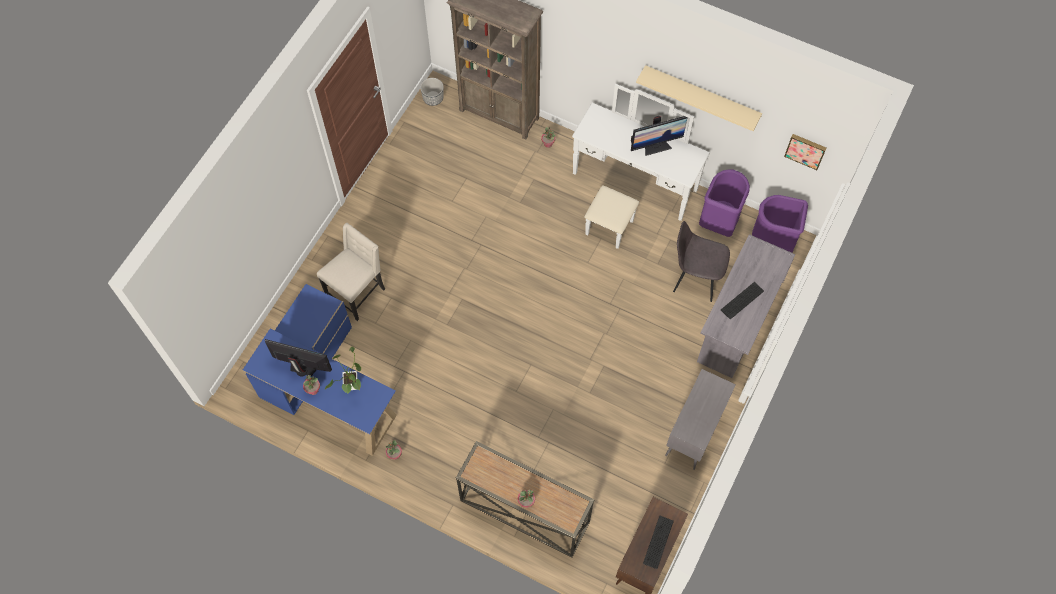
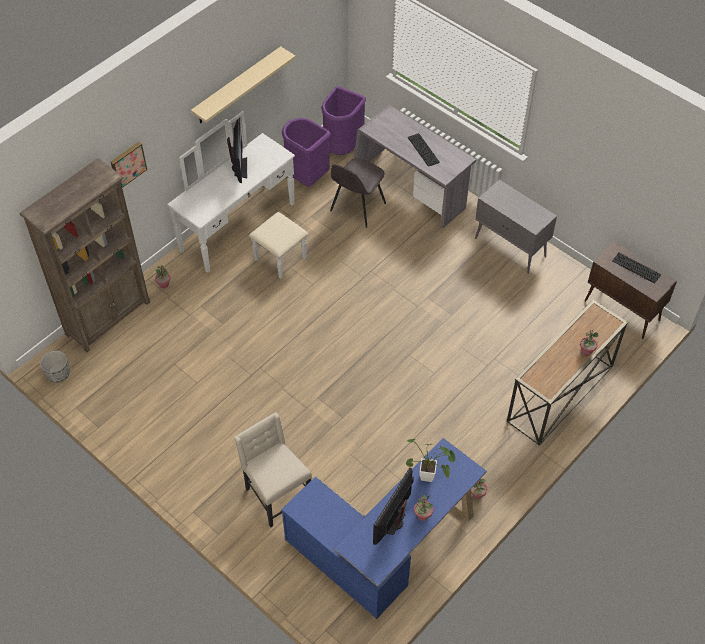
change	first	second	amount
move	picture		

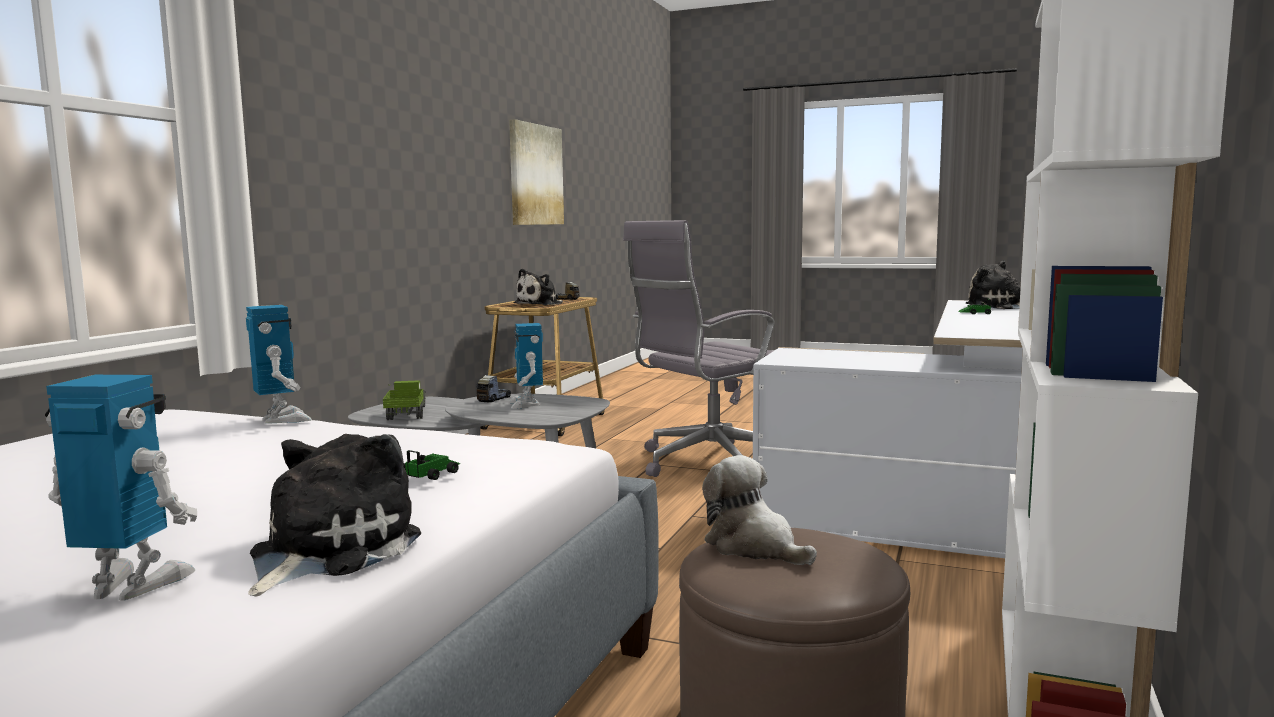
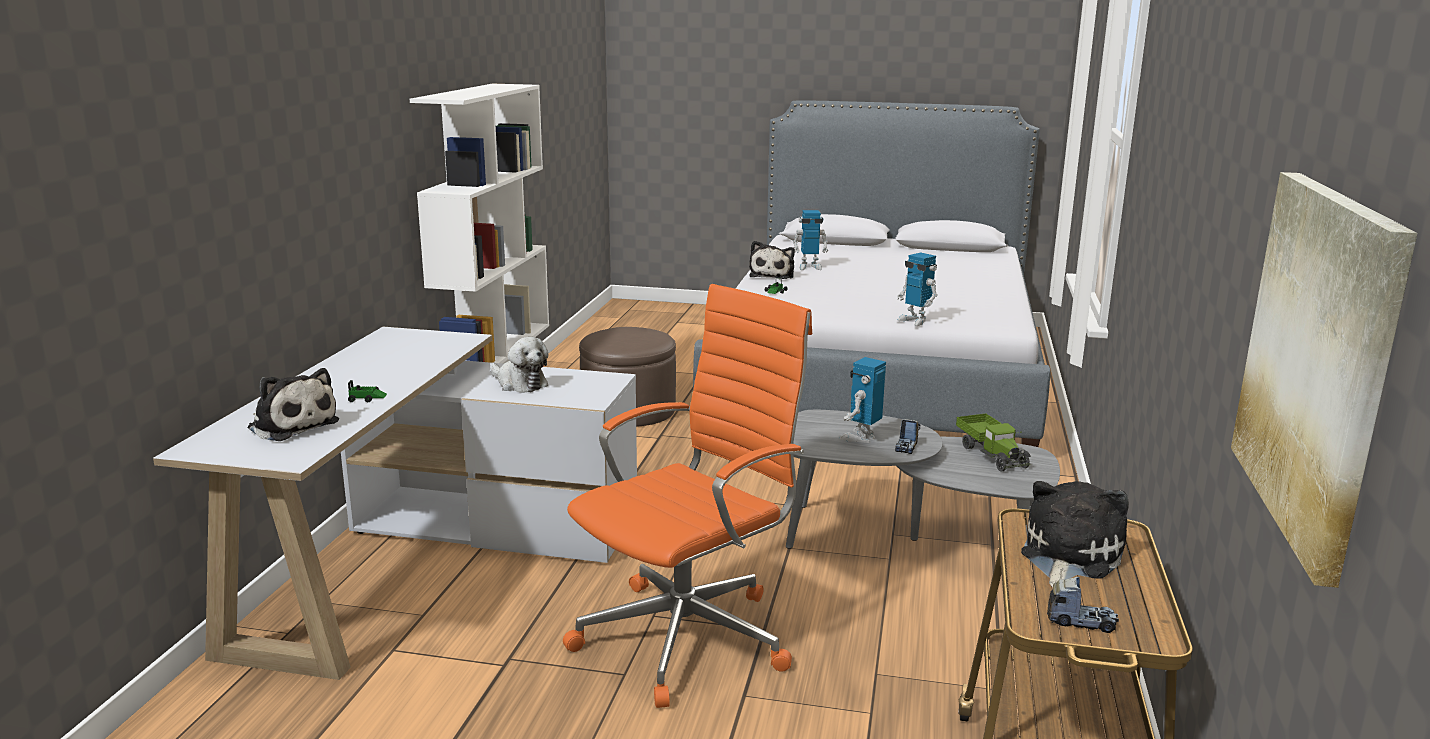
change	first	second	amount
recolor	office chair (grey)	office chair (orange)	
rotate	toy robot (3rd from left in the first image)	toy robot (2nd from left)	120 degrees counterclockwise
move	plush toy (3rd from left in the first image)	plush toy (2nd from left)	

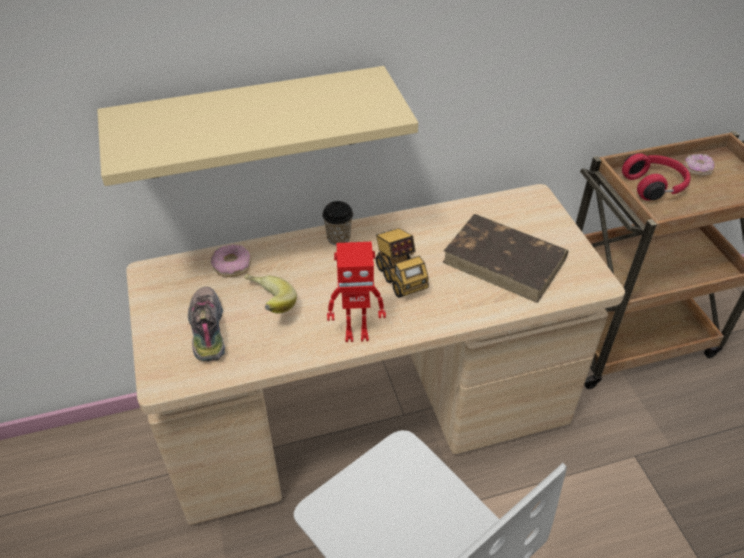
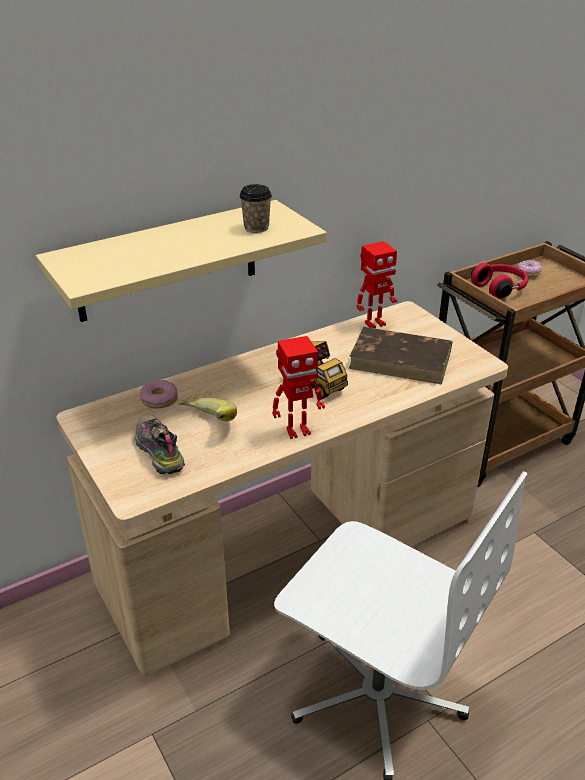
change	first	second	amount
move	cup		
insert		toy robot (2nd from left)	

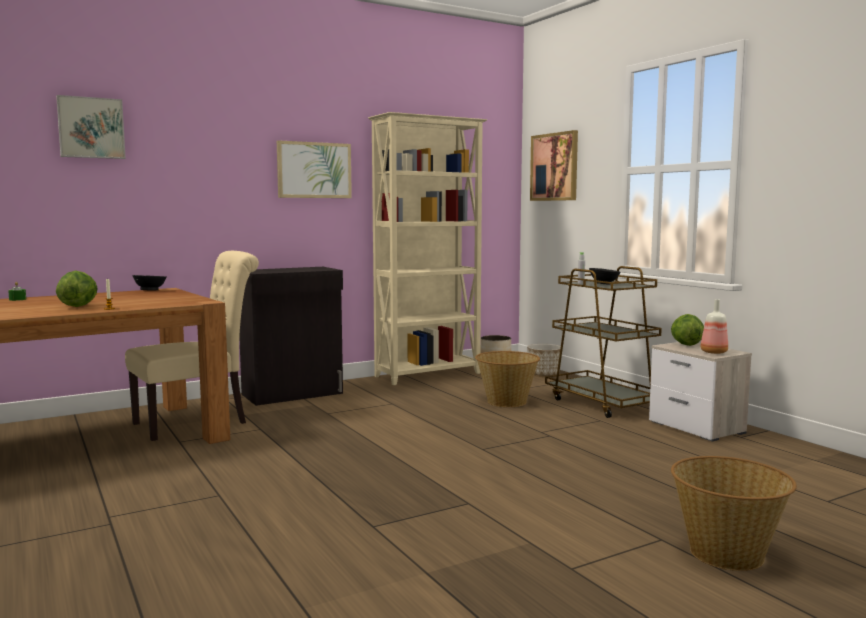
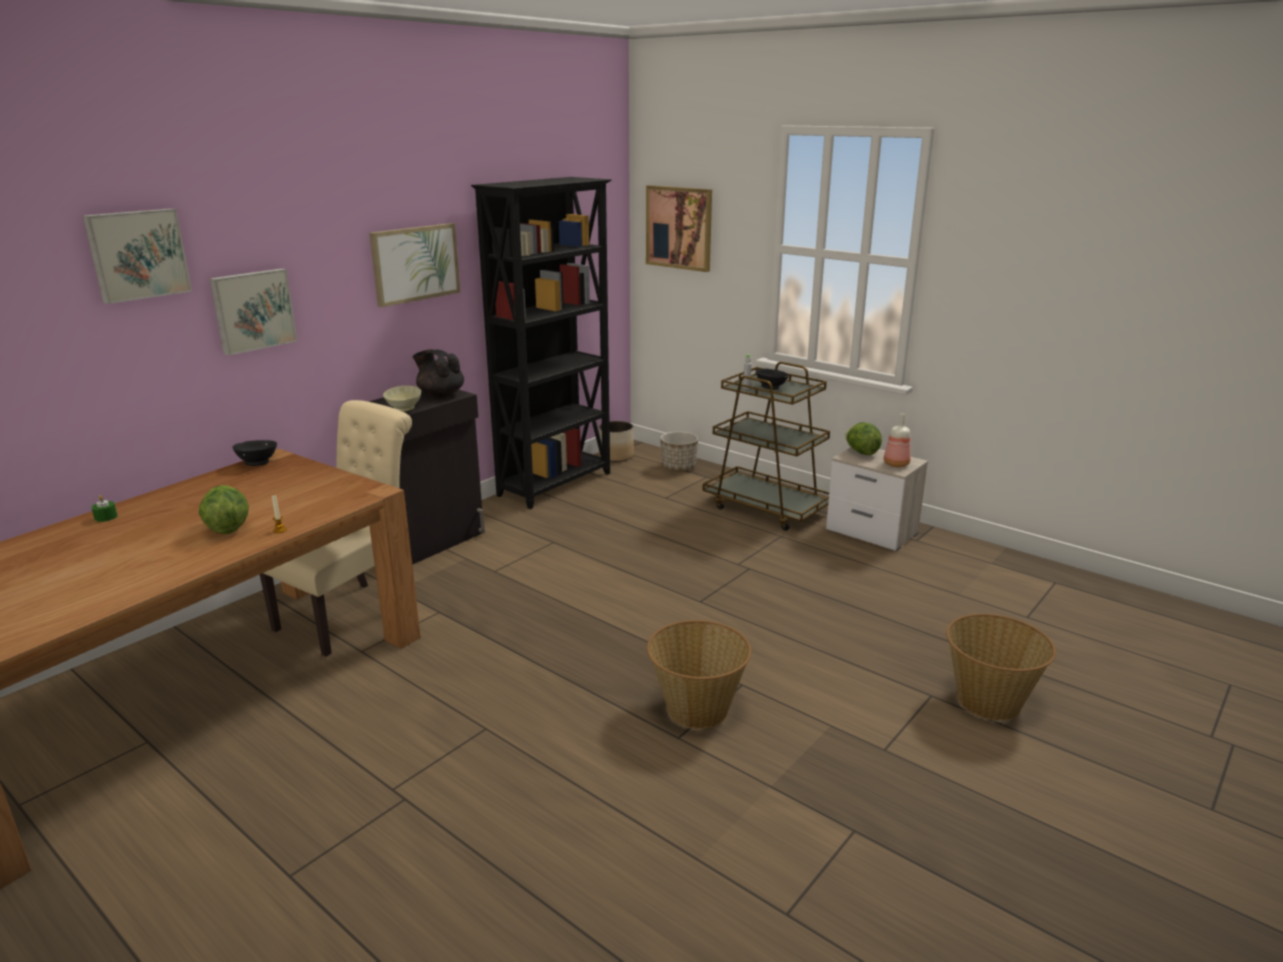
change	first	second	amount
recolor	bookcase (beige)	bookcase (black)	
move	basket (1st from left)		
insert		picture (2nd from left)	
insert		teapot (black)	
insert		bowl (beige)	

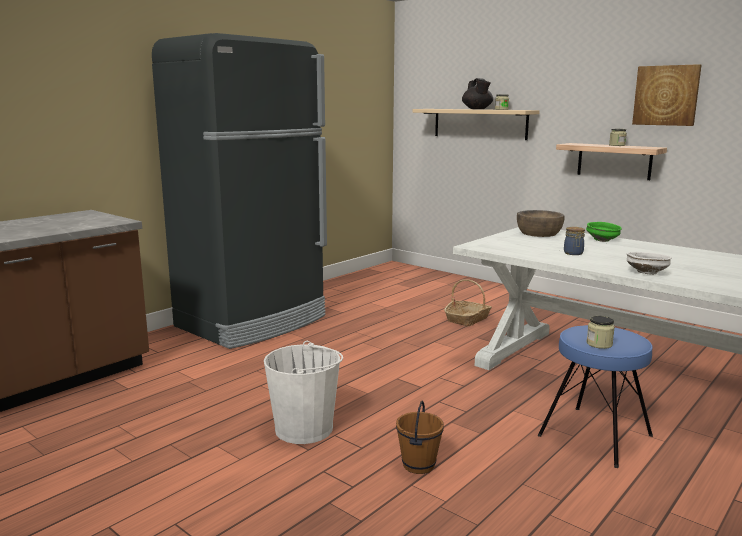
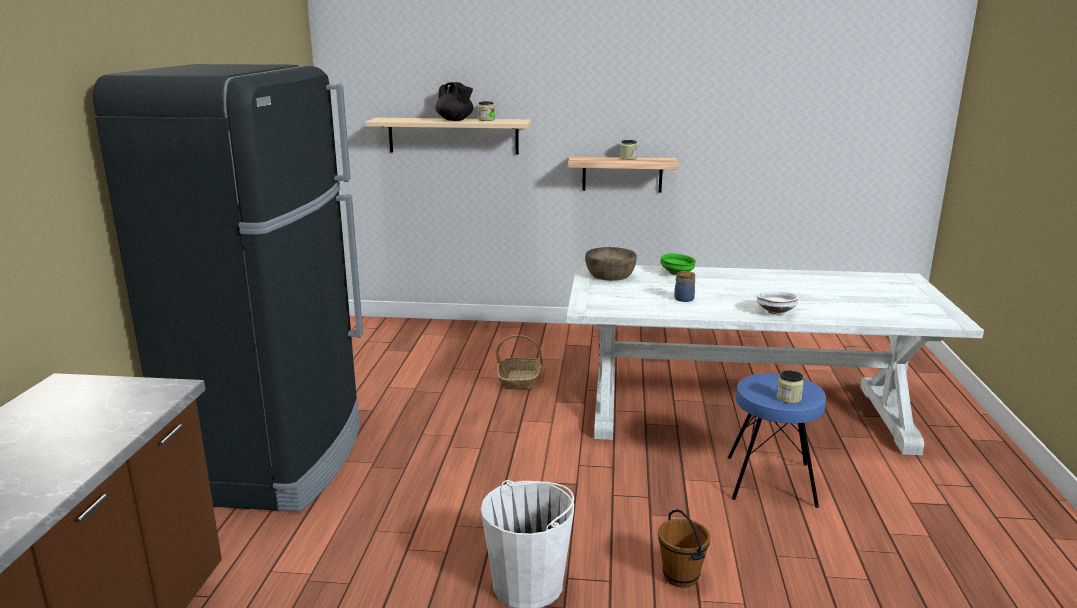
change	first	second	amount
delete	picture		

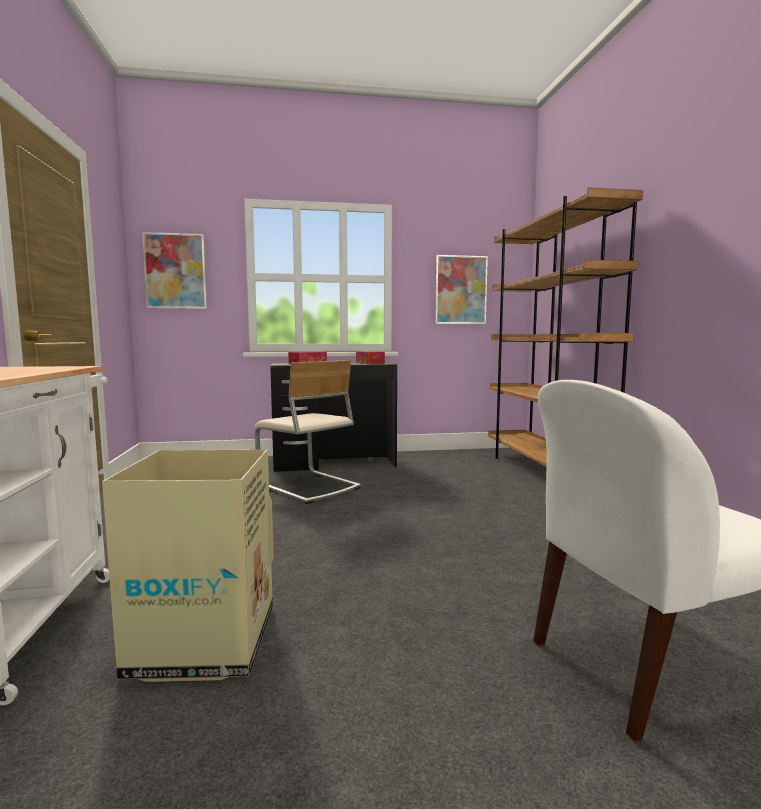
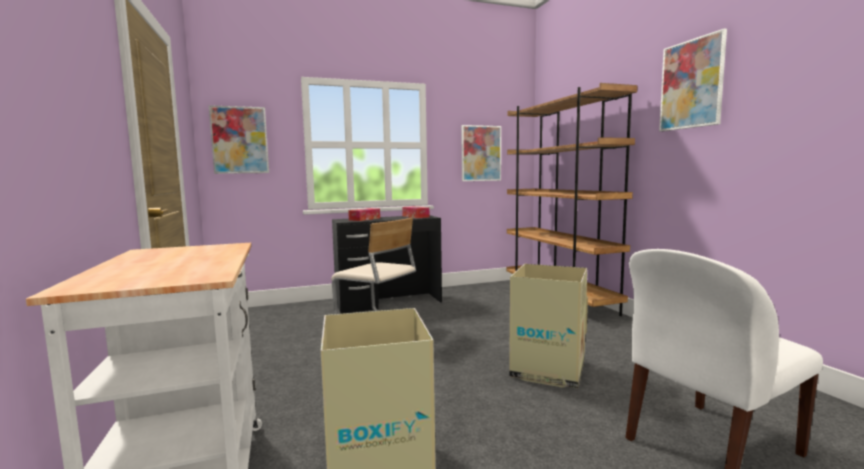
change	first	second	amount
insert		picture (3rd from left)	
insert		cardboard box (2nd from left)	

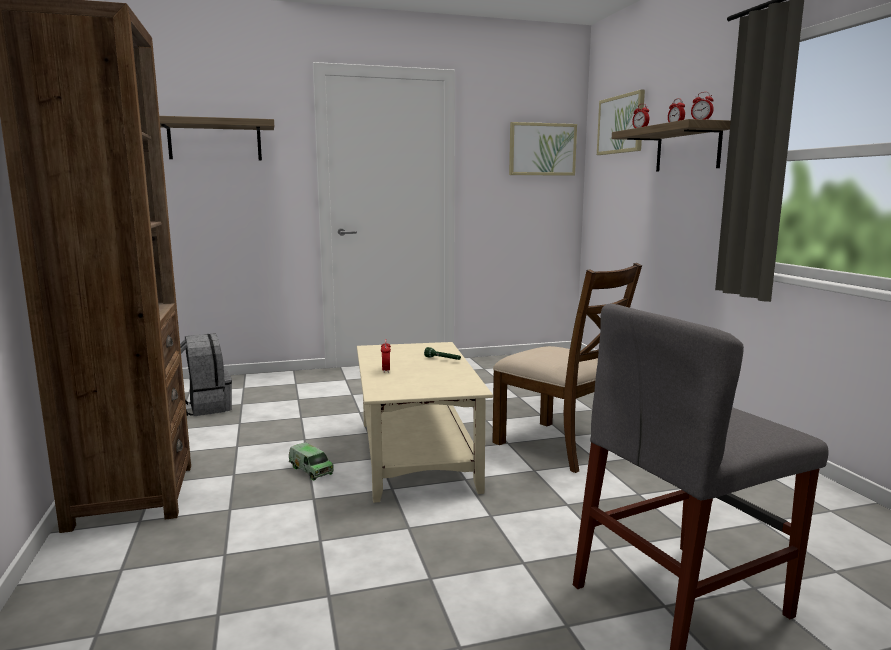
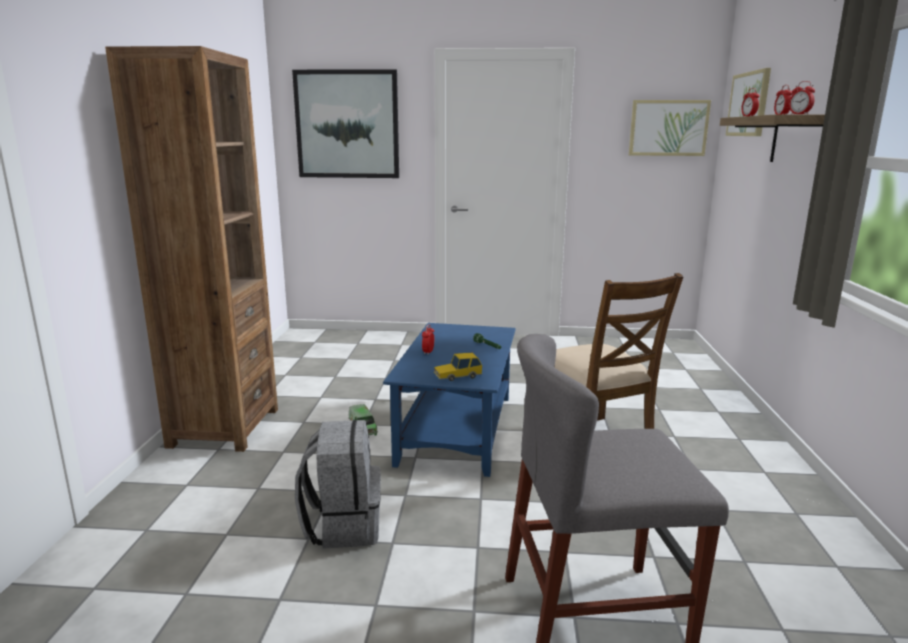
change	first	second	amount
replace	shelf (1st from left)	picture (1st from left)	
move	backpack (grey)		
recolor	coffee table (beige)	coffee table (blue)	
insert		toy car	

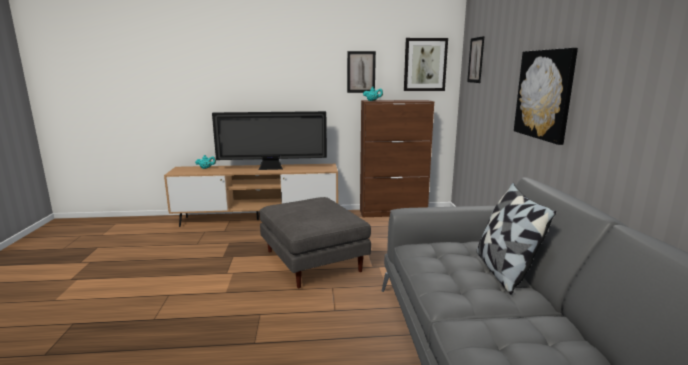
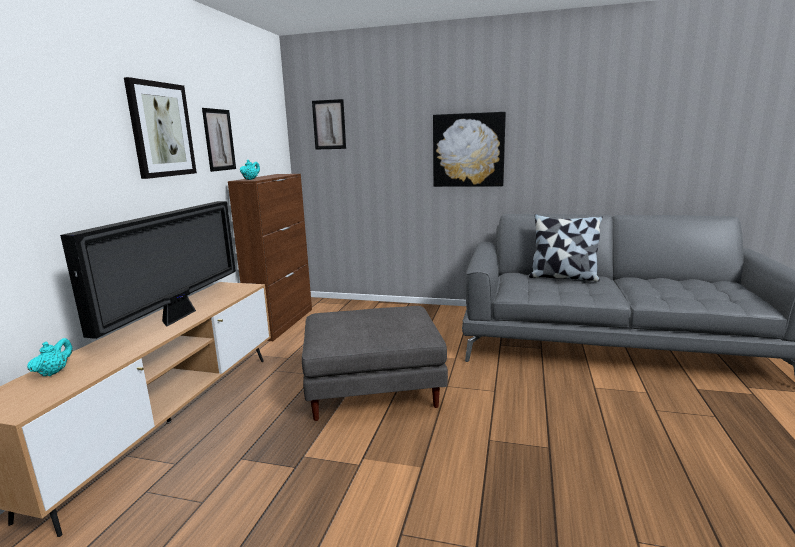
change	first	second	amount
move	picture (2nd from left in the first image)	picture (1st from left)	

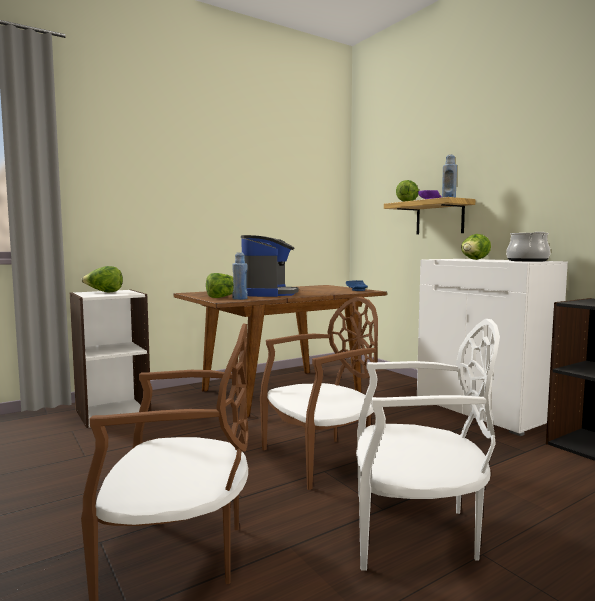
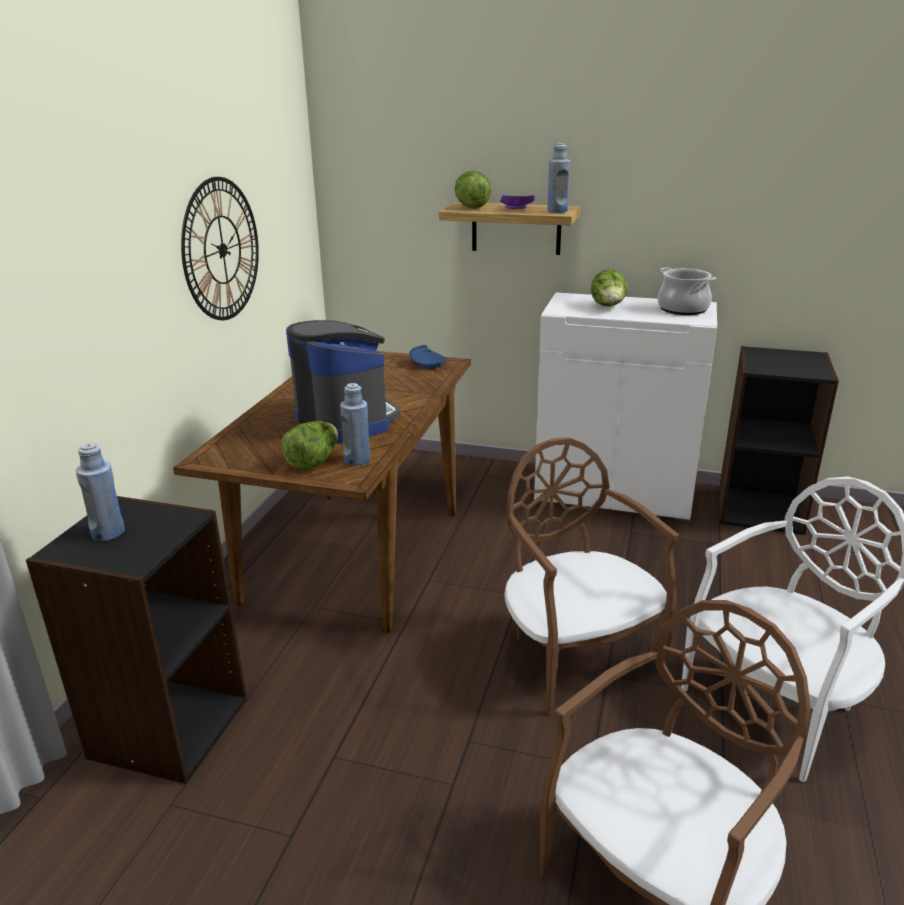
change	first	second	amount
replace	lettuce (1st from left)	bottle (blue) (1st from left)	
recolor	bookcase (white)	bookcase (black) (1st from left)	
rotate	chair (brown) (2nd from left in the first image)	chair (brown) (1st from left)	45 degrees counterclockwise
insert		wall clock	

